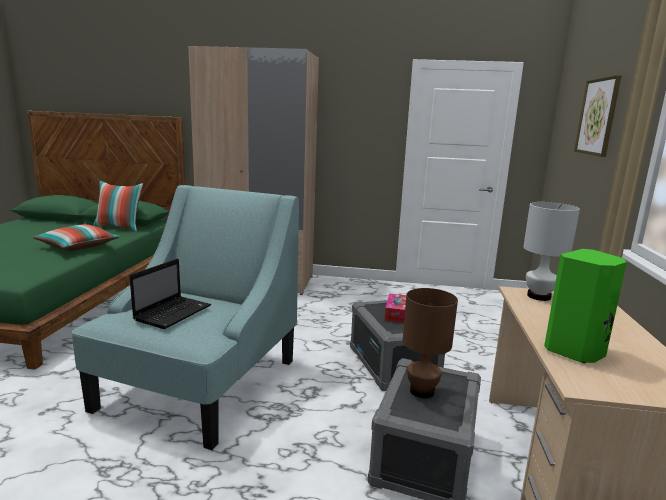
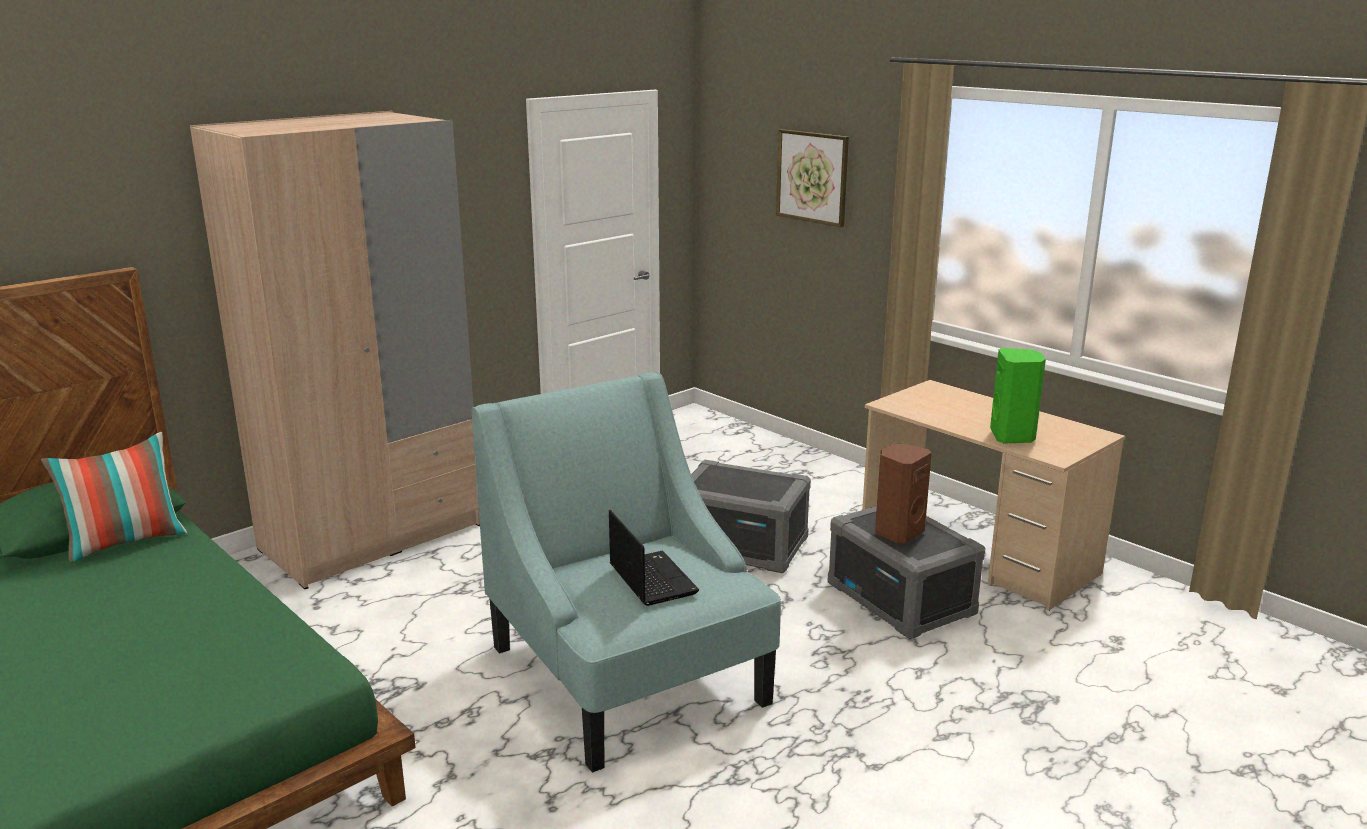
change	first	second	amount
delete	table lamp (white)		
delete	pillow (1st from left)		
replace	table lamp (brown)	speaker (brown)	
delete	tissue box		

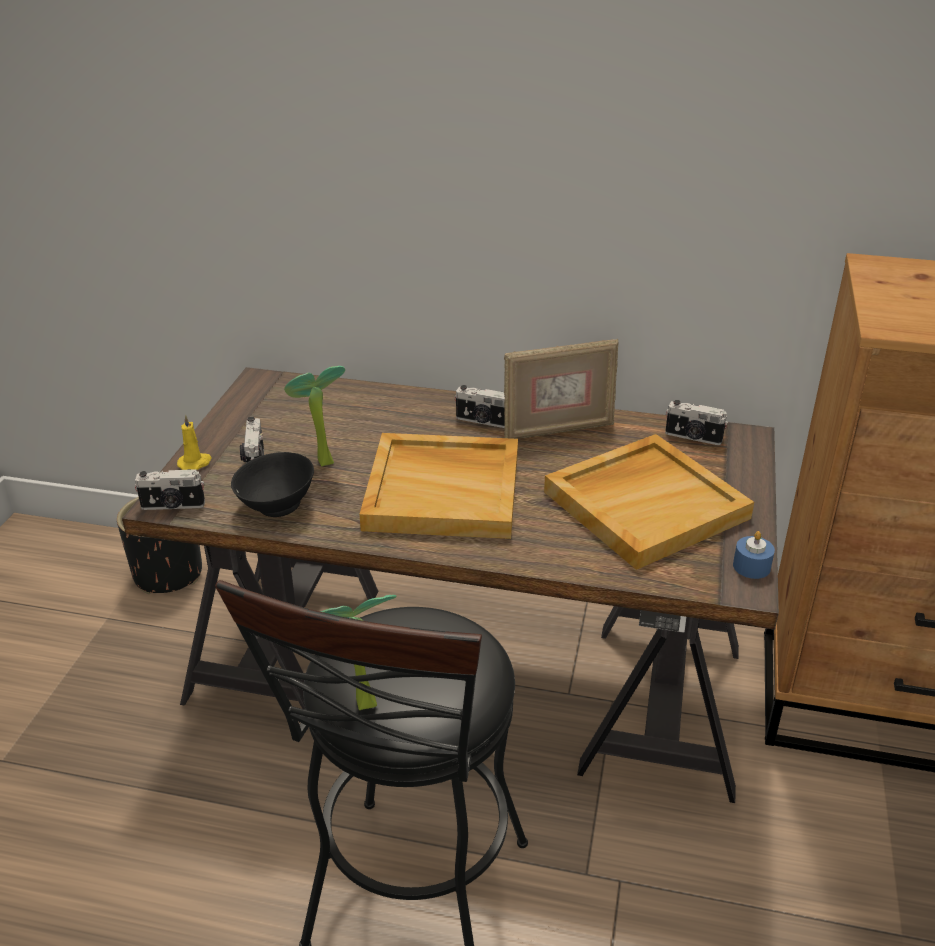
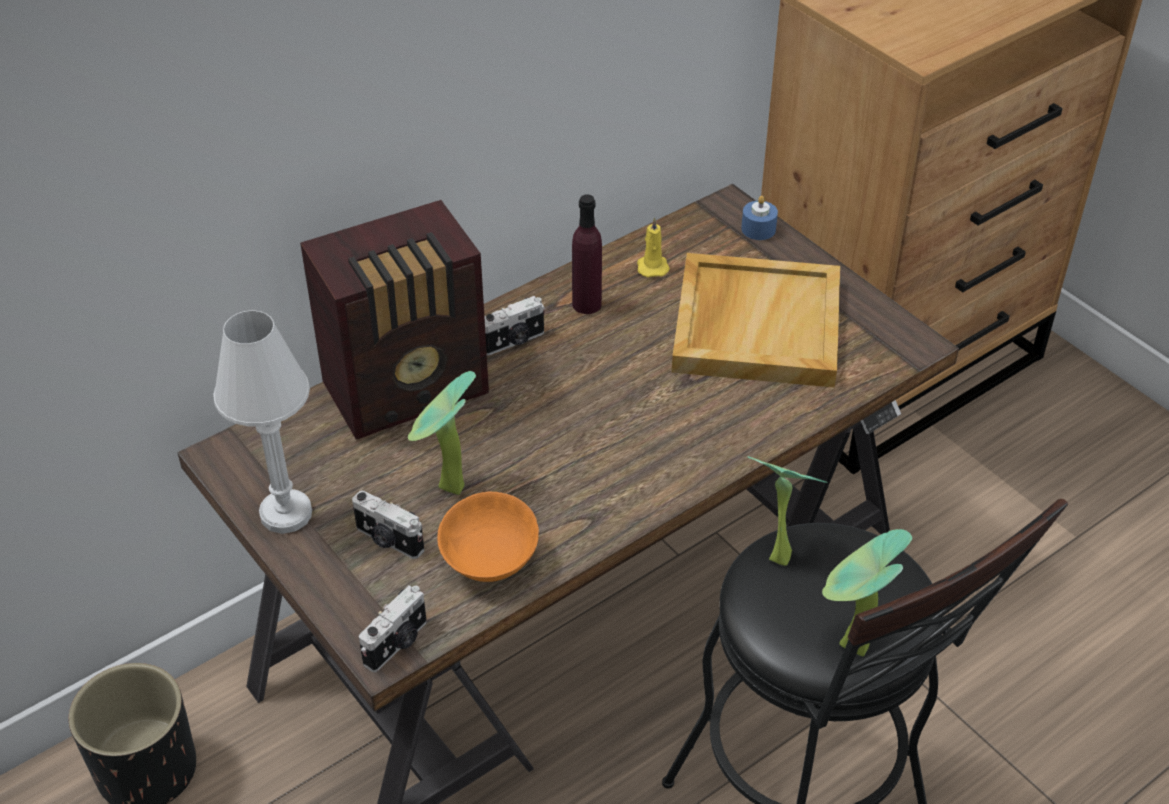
change	first	second	amount
replace	picture frame	bottle (purple)	
delete	photo camera (4th from left)		
move	candle (yellow)		
delete	tray (beige) (1st from left)		
recolor	bowl (black)	bowl (orange)	
move	candle (blue)		
insert		radio	
insert		table lamp (white)	
insert		potted plant (2nd from left)	

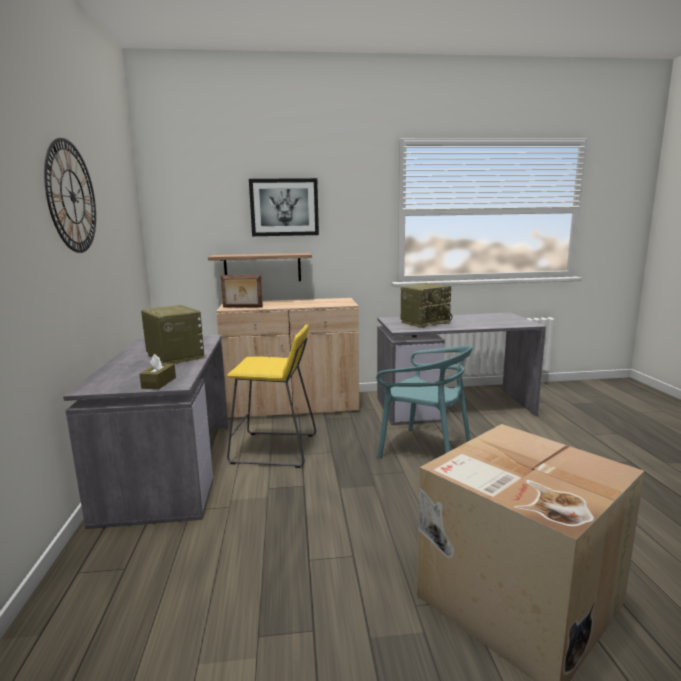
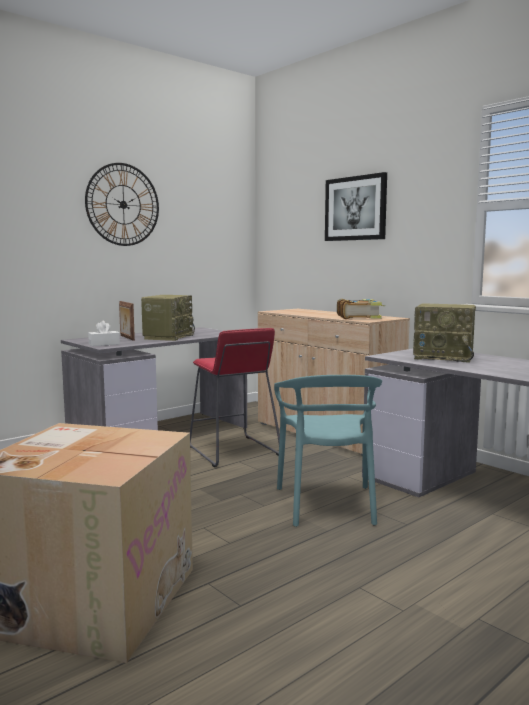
change	first	second	amount
delete	shelf		
move	picture frame		
recolor	stool (yellow)	stool (red)	
recolor	tissue box (brown)	tissue box (white)	
insert		book	

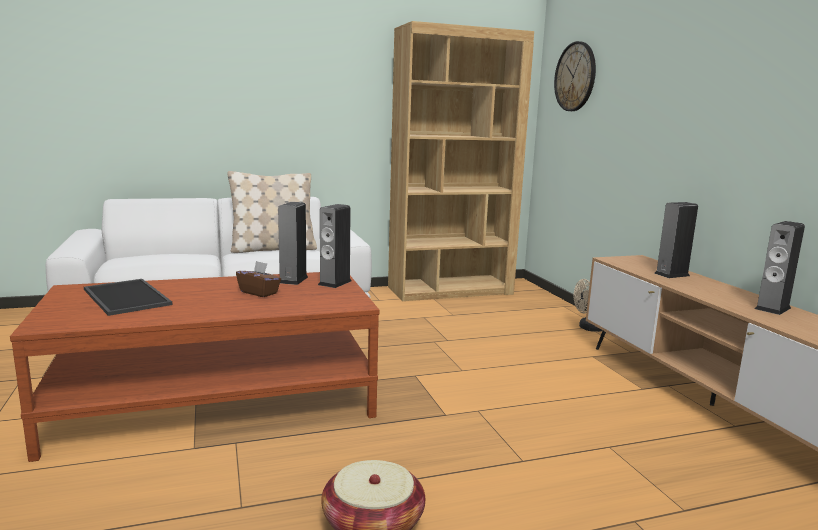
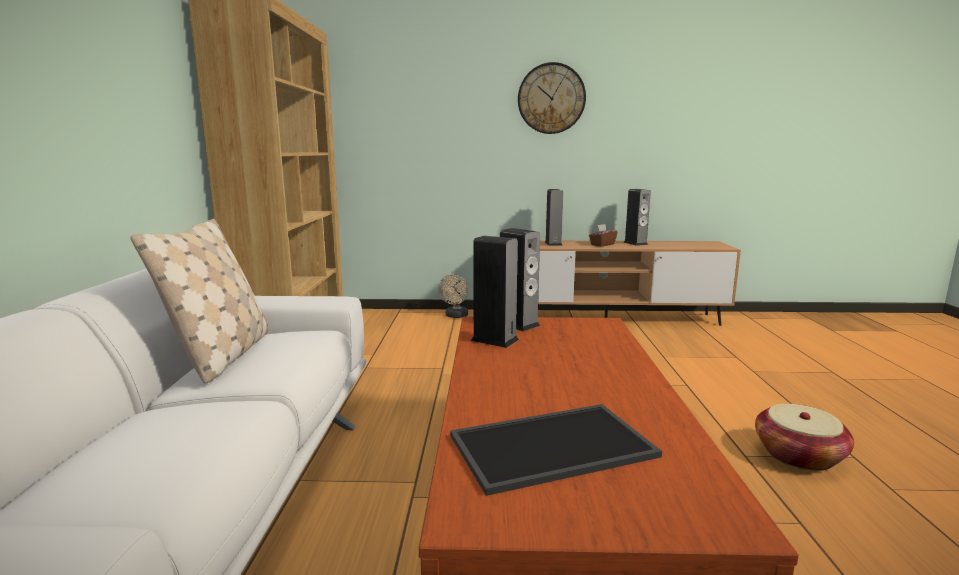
change	first	second	amount
move	wall clock		
move	tissue box (brown)		

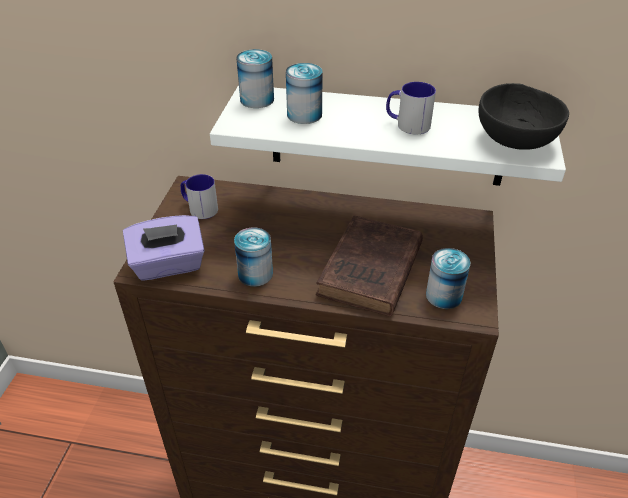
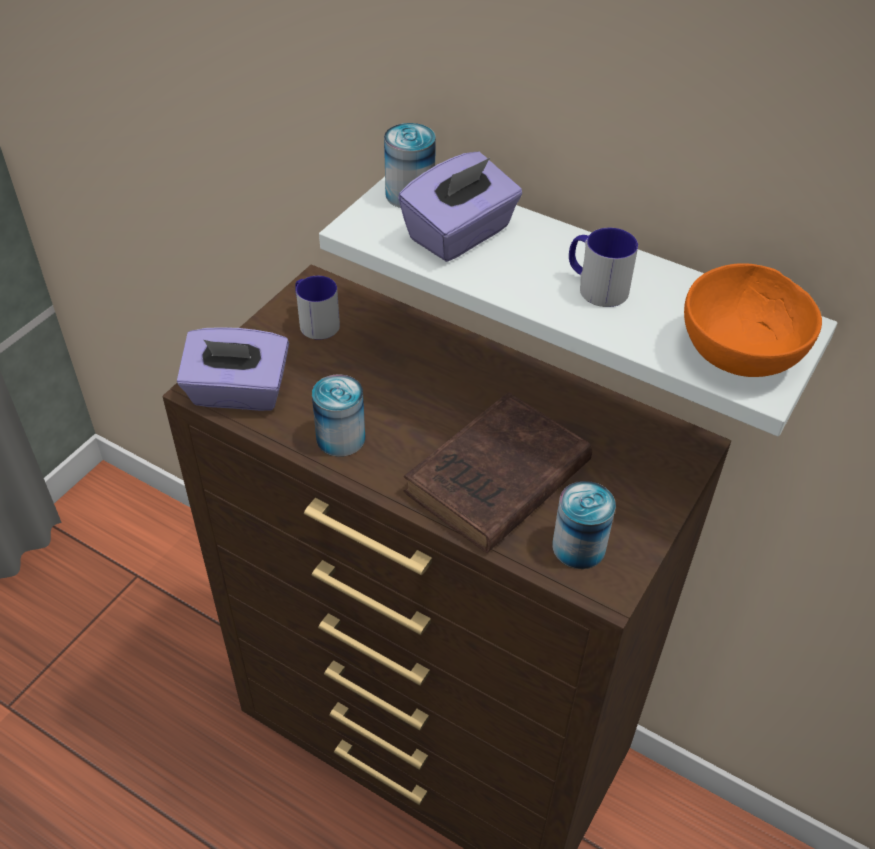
change	first	second	amount
replace	can (3rd from left)	tissue box (purple) (2nd from left)	
recolor	bowl (black)	bowl (orange)	

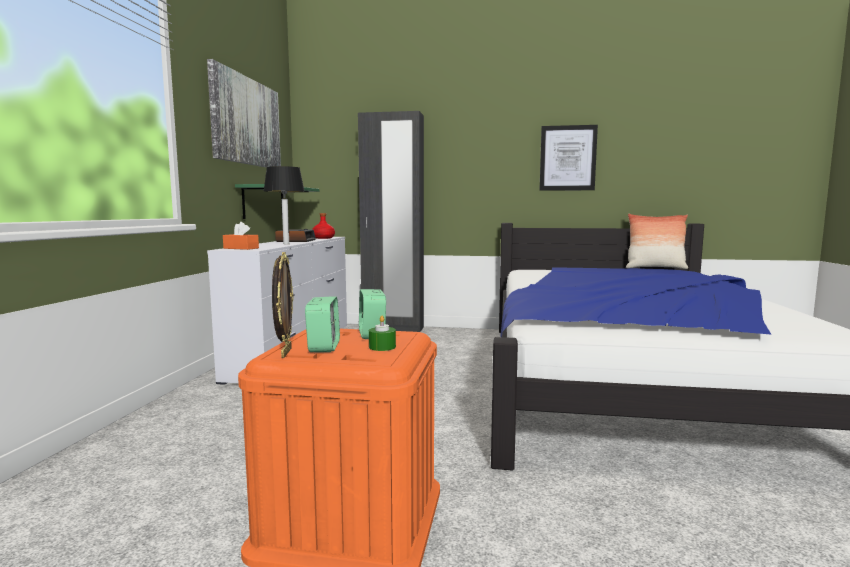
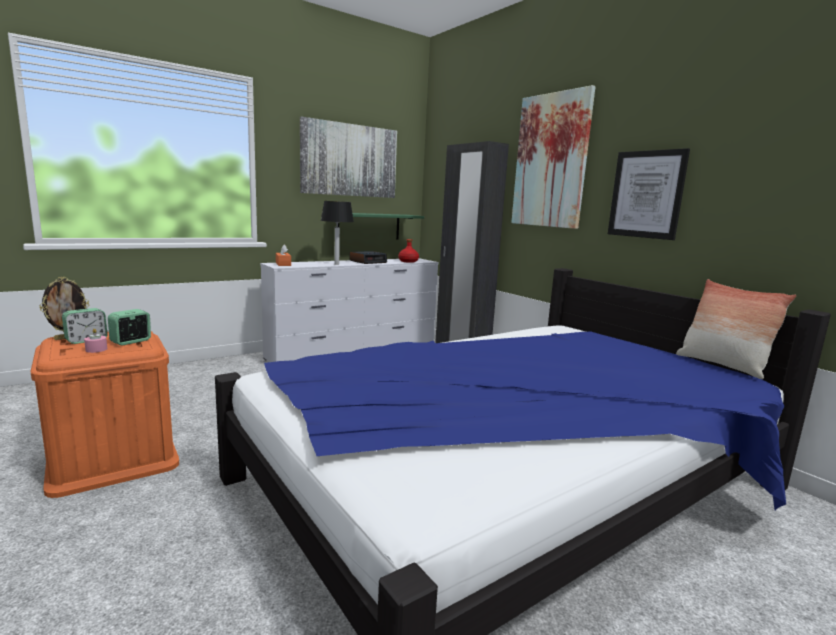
change	first	second	amount
recolor	candle (green)	candle (pink)	
insert		picture (2nd from left)	

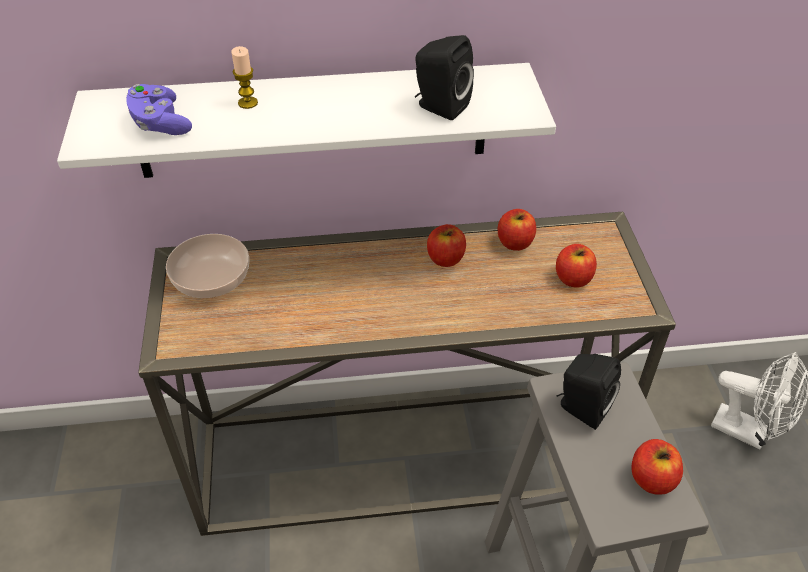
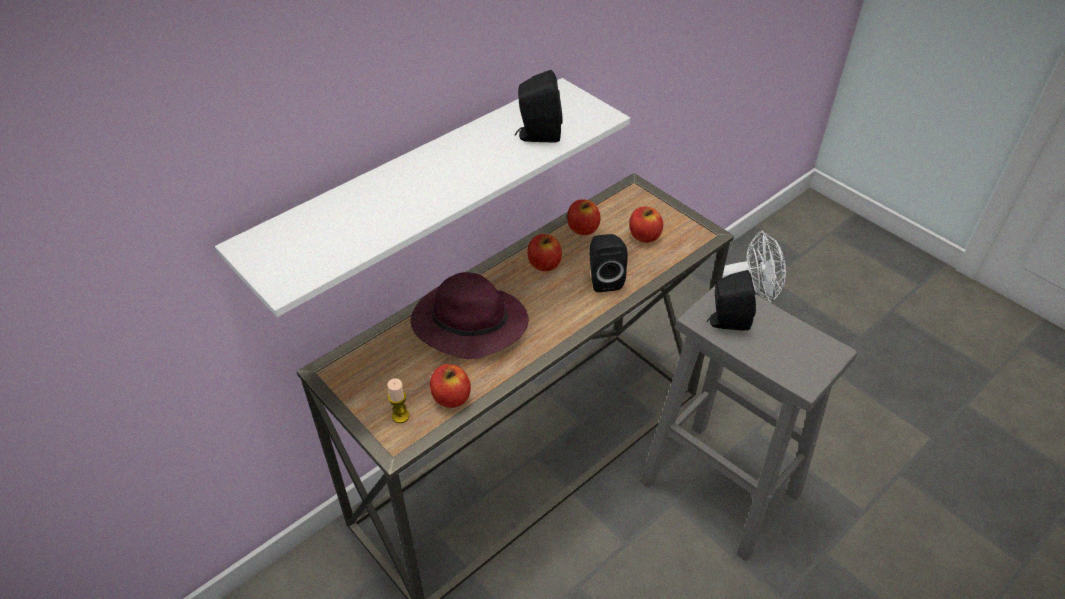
change	first	second	amount
move	candle		
delete	game controller (purple)		
delete	bowl		
move	apple (4th from left in the first image)	apple (1st from left)	
insert		speaker (black) (2nd from left)	
insert		hat (purple)	

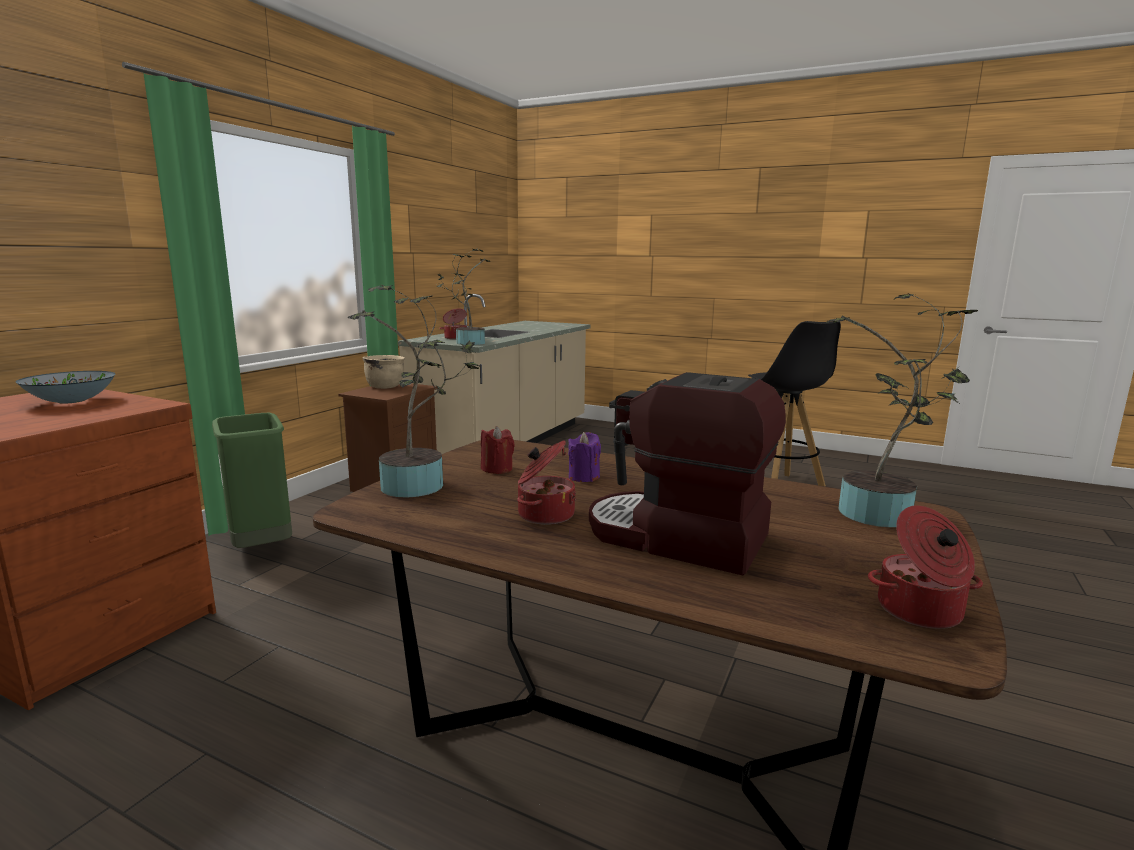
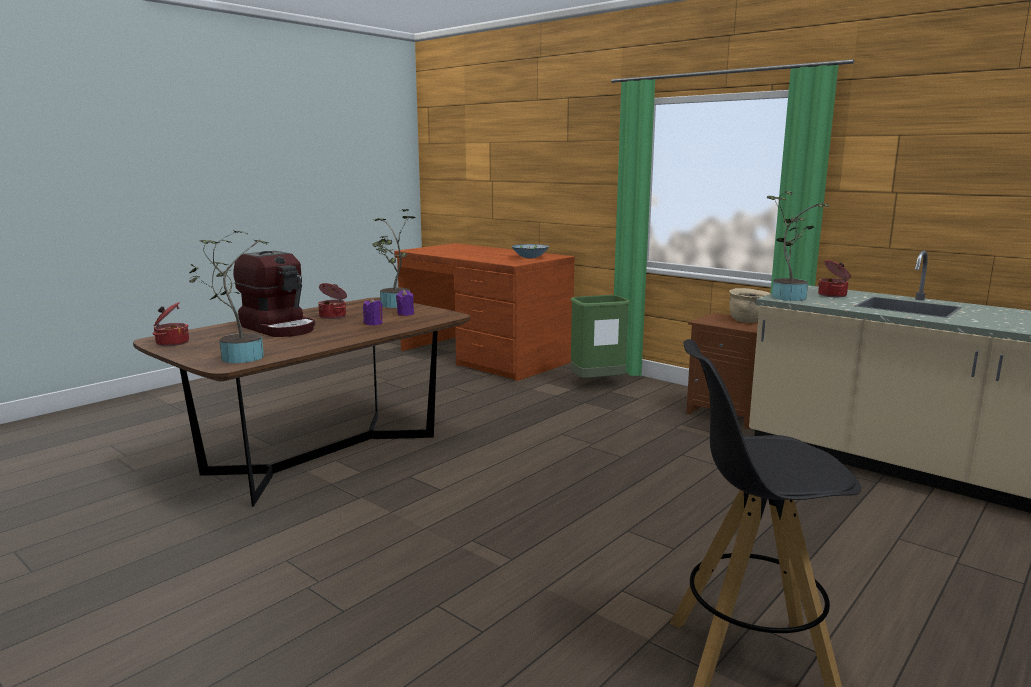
change	first	second	amount
rotate	coffee machine		90 degrees clockwise
recolor	candle (red)	candle (purple) (2nd from left)	

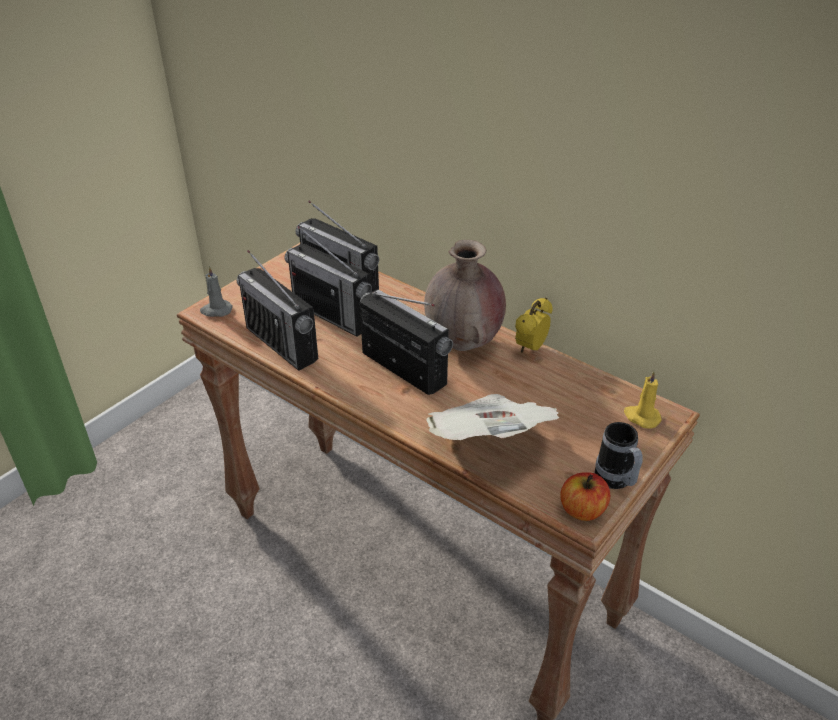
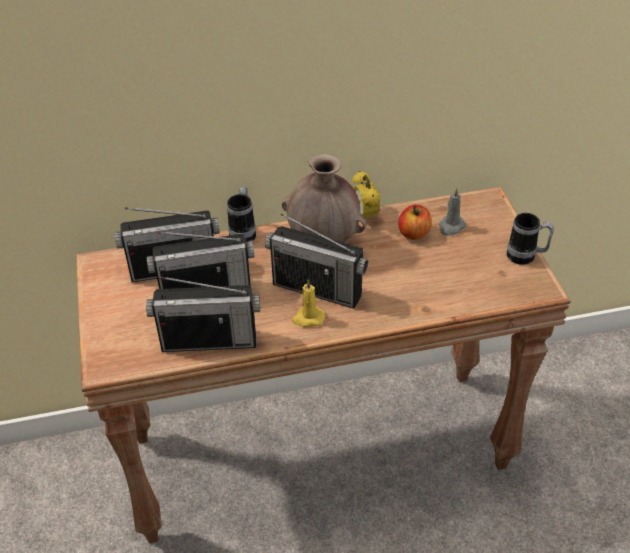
change	first	second	amount
move	candle (grey)		
rotate	radio (4th from left)		150 degrees counterclockwise
move	candle (yellow)		
delete	newspaper		
move	apple		
insert		mug (1st from left)	

